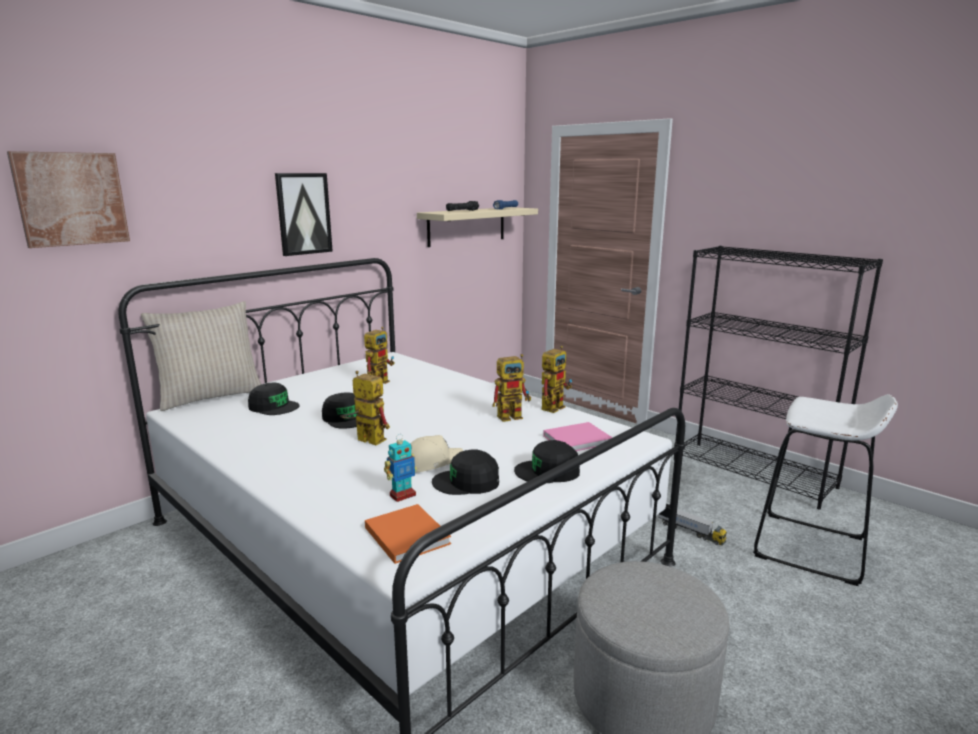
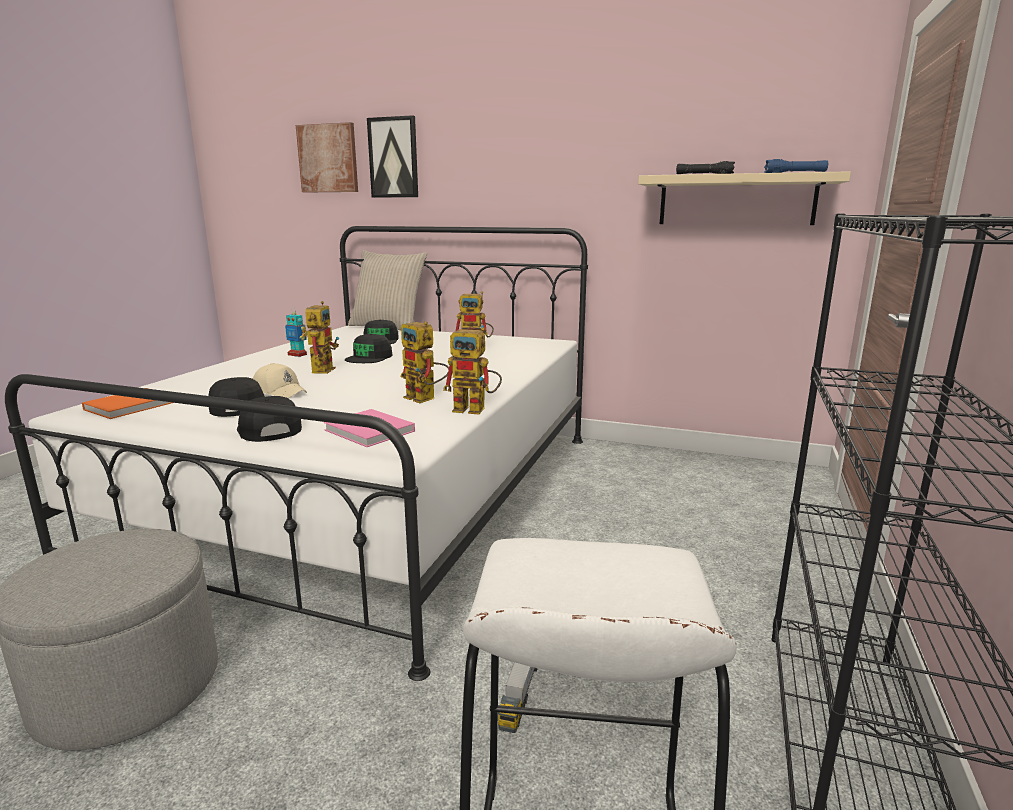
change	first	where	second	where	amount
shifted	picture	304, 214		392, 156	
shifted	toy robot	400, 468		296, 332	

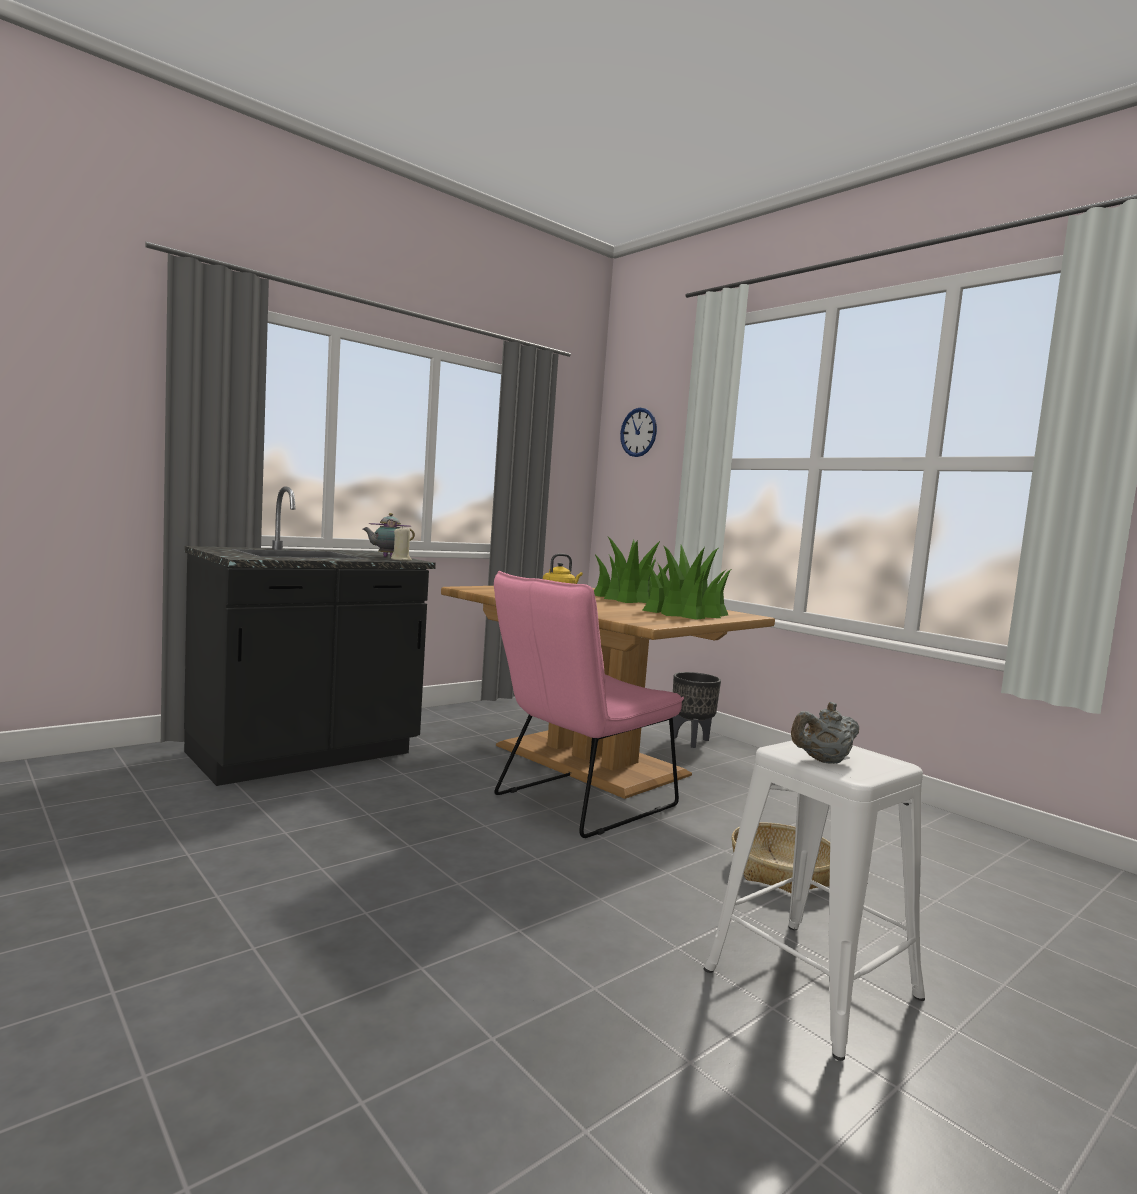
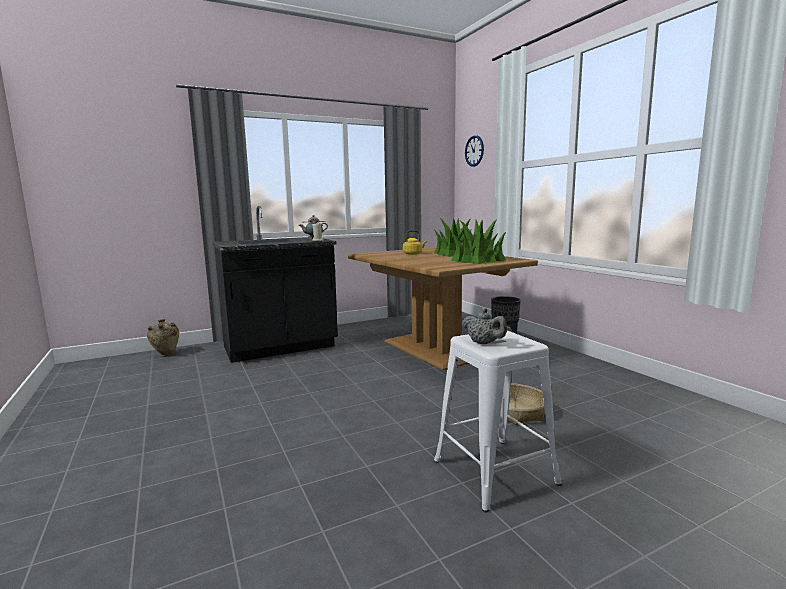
change	first	where	second	where	amount
gone	chair (pink)	589, 704			
rotated	teapot (grey)	825, 733		484, 326	120 degrees counterclockwise
new			vase (beige)	163, 338	

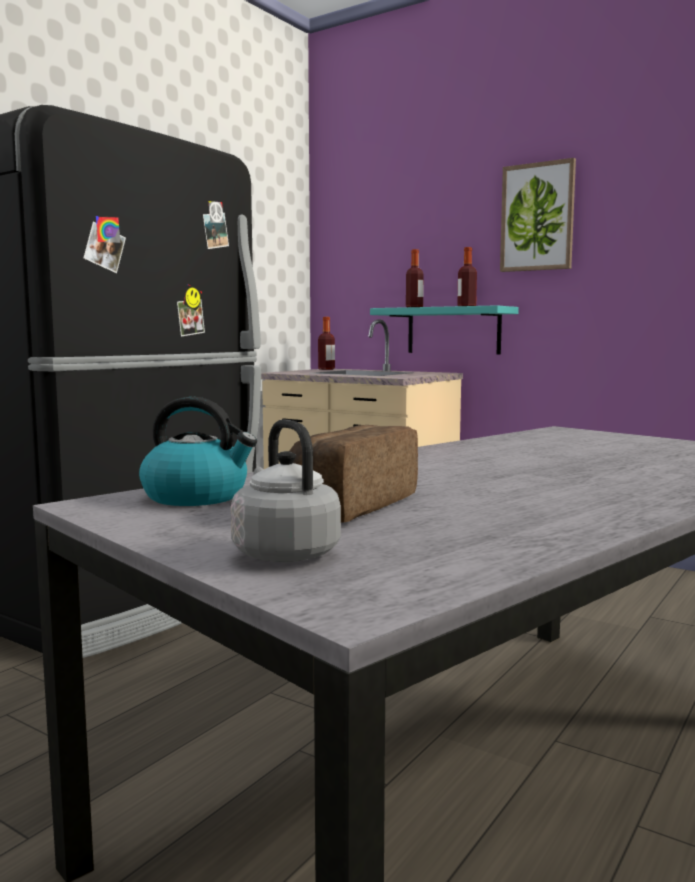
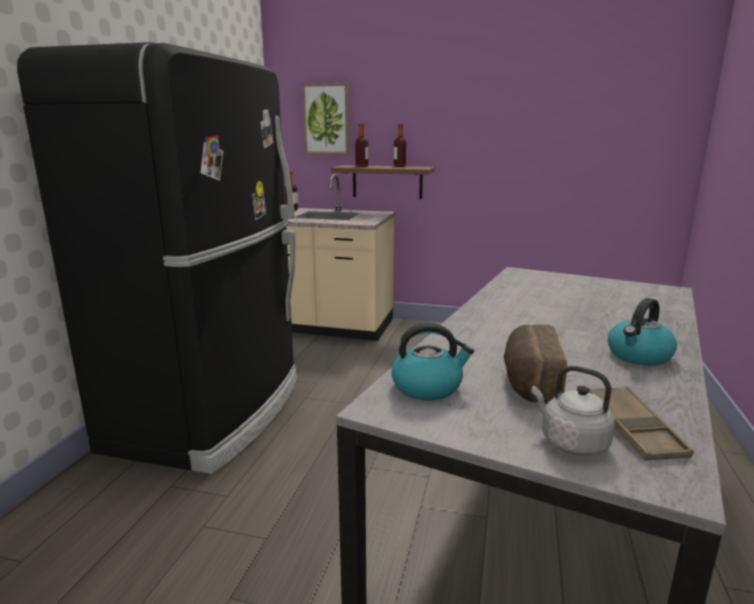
change	first	where	second	where	amount
repainted	shelf (turquoise)	444, 329	shelf (brown)	383, 182	
shifted	picture	538, 215		326, 119	
new			tray (brown)	641, 423	
new			kettle	642, 332	

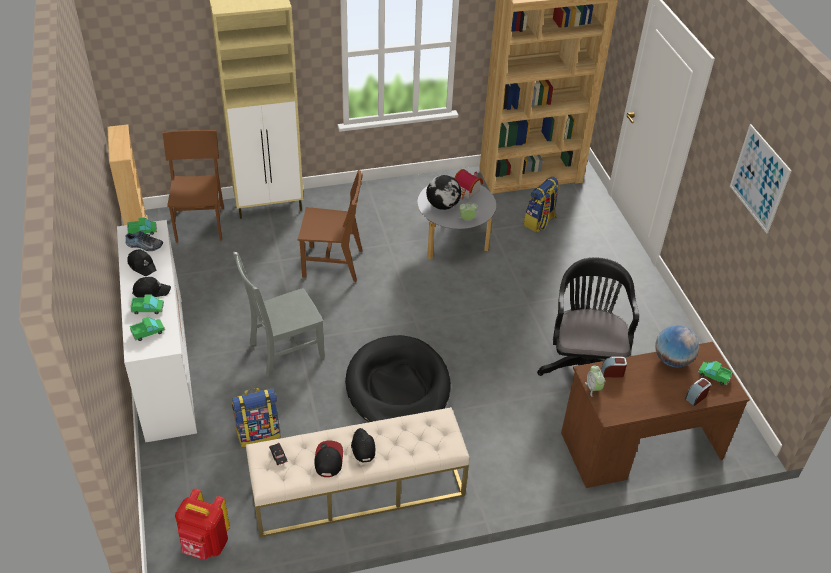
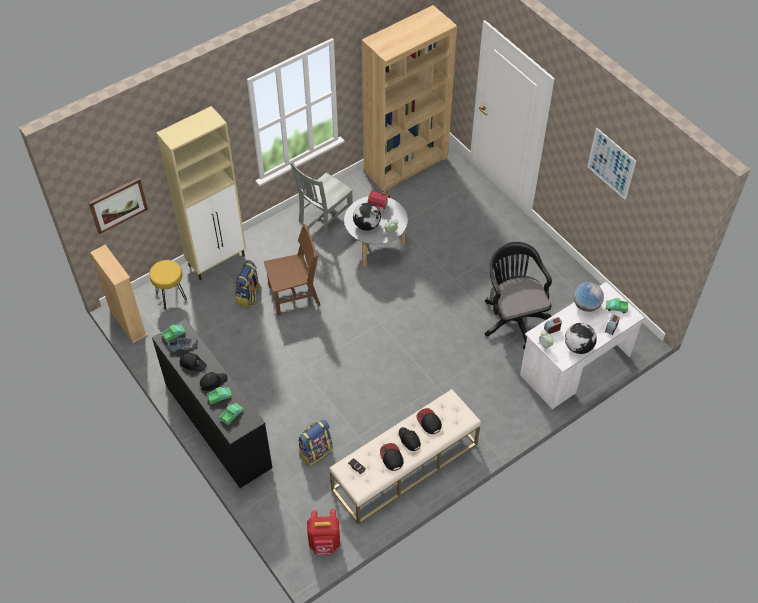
change	first	where	second	where	amount
repainted	dresser (white)	157, 331	dresser (black)	212, 403	
swapped	chair (brown)	193, 186	stool (yellow)	168, 285	
shifted	chair (grey)	279, 314		321, 200	
gone	dog bed (black)	398, 378			
shifted	backpack	541, 204		248, 283	
repainted	desk (brown)	655, 415	desk (white)	582, 345	
new			picture	118, 206	
new			cap	429, 421	
new			globe	581, 338	

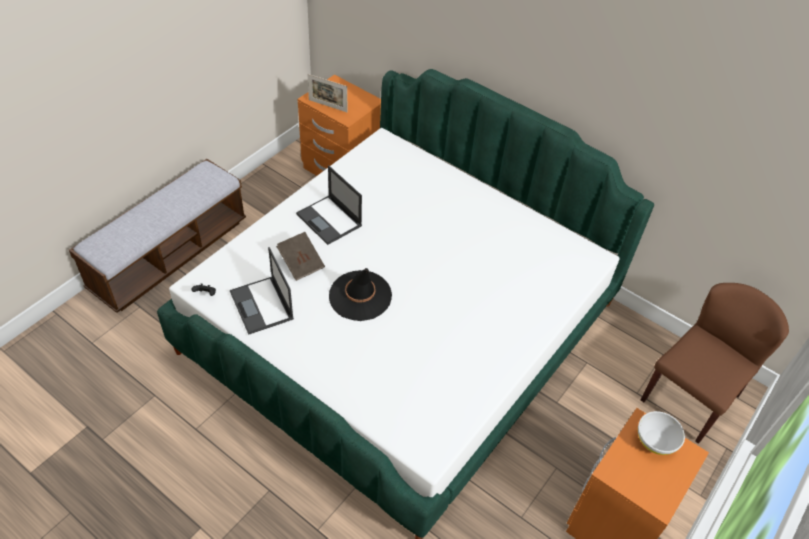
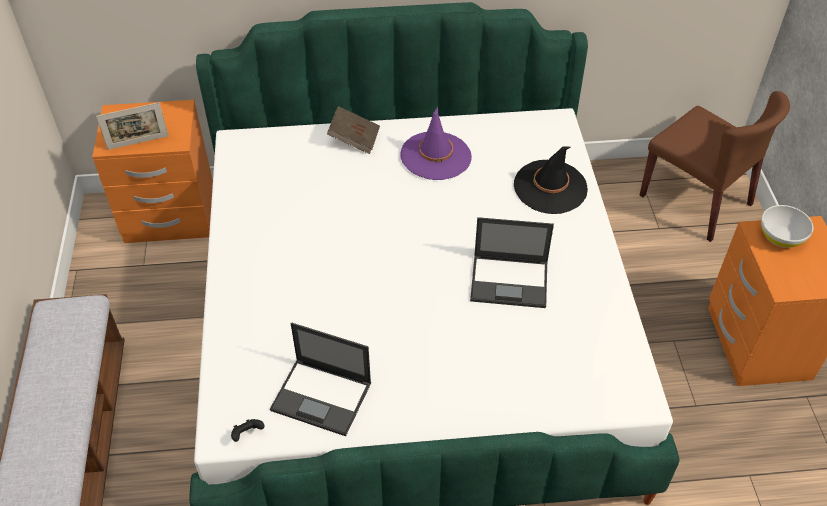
change	first	where	second	where	amount
shifted	book (brown)	300, 256		353, 130	
shifted	laptop	329, 205		512, 262	
shifted	hat (black)	360, 294		551, 180	
rotated	chair (brown)	715, 363		715, 166	135 degrees clockwise
new			hat (purple)	436, 143	

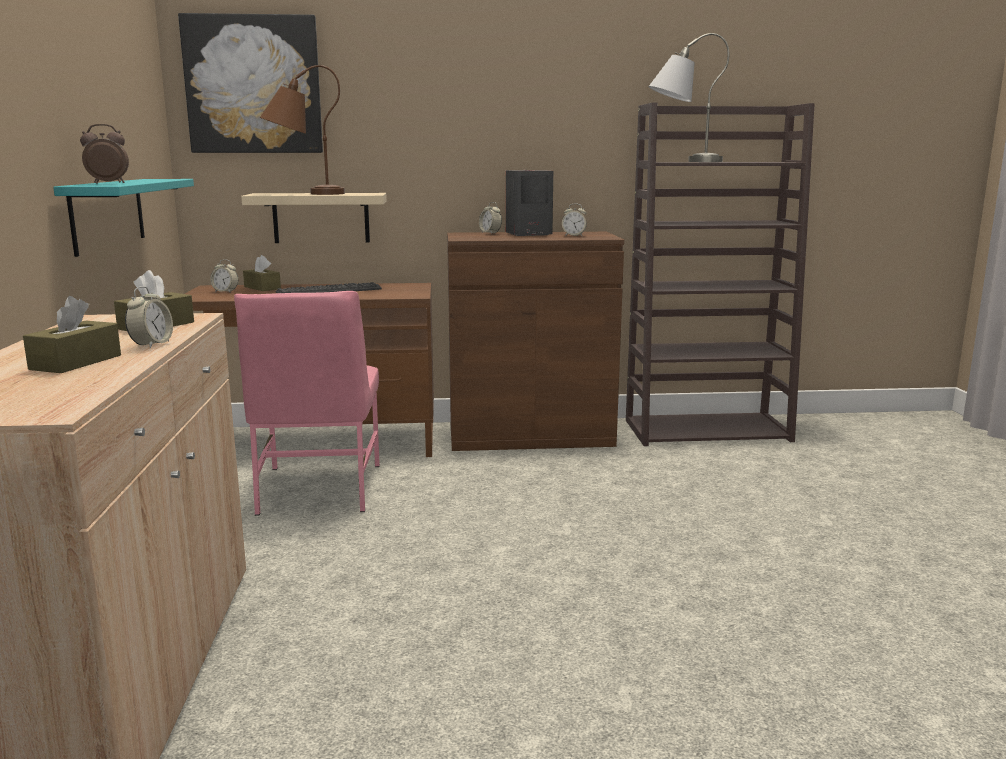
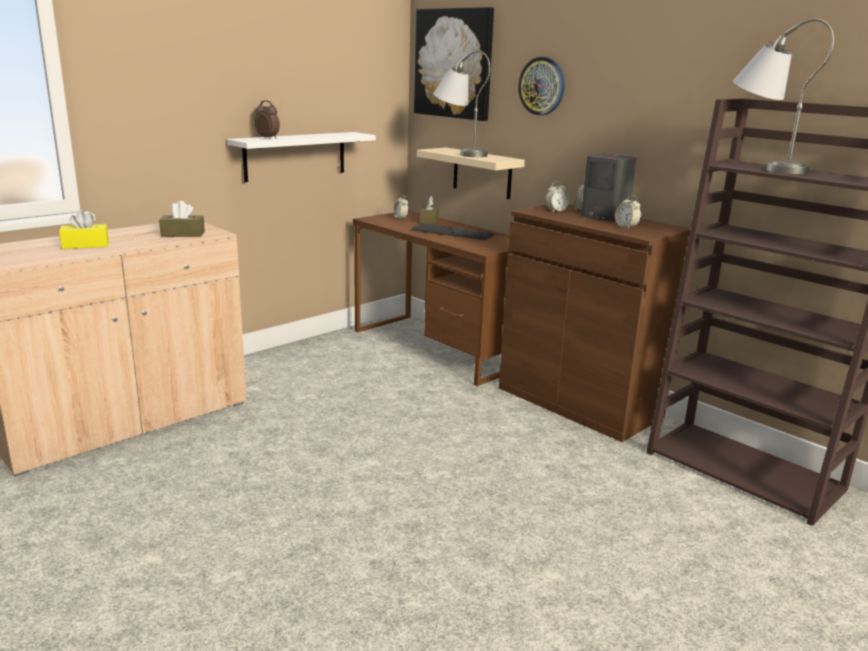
change	first	where	second	where	amount
repainted	tissue box (brown)	72, 334	tissue box (yellow)	84, 229	
repainted	shelf (turquoise)	123, 218	shelf (white)	301, 157	
shifted	alarm clock	149, 317		557, 196	
gone	chair (pink)	307, 403			
repainted	table lamp (brown)	302, 130	table lamp (grey)	461, 103	
new			wall clock	541, 86	

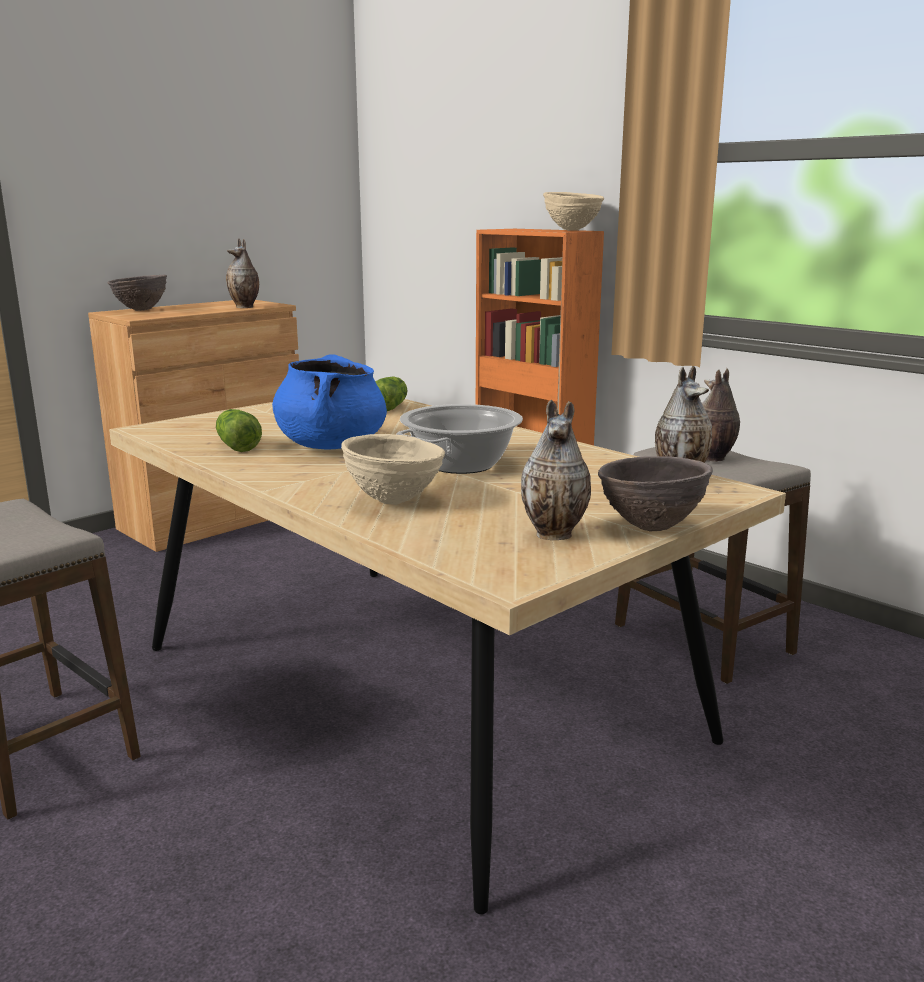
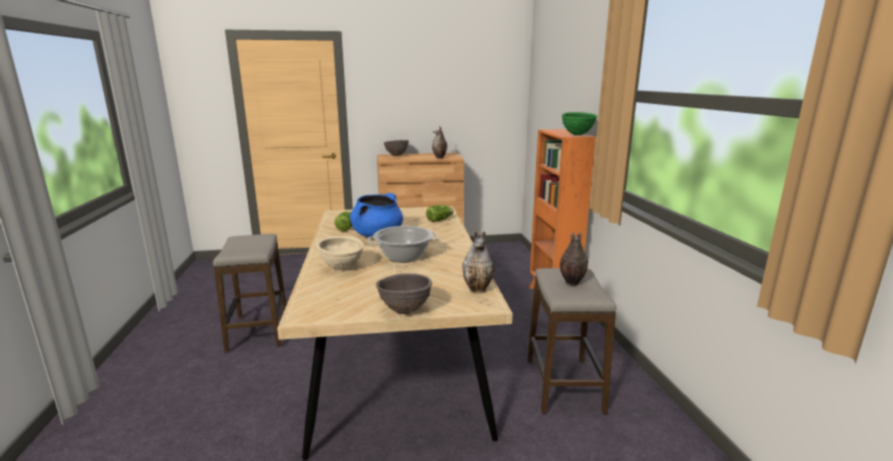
change	first	where	second	where	amount
gone	vase	556, 470			
repainted	bowl (beige)	573, 211	bowl (green)	579, 123	

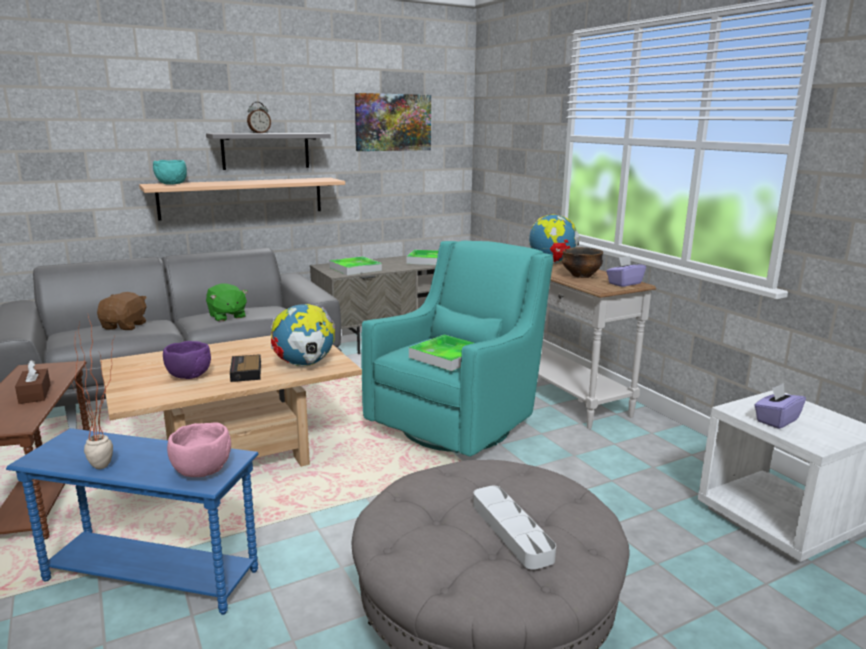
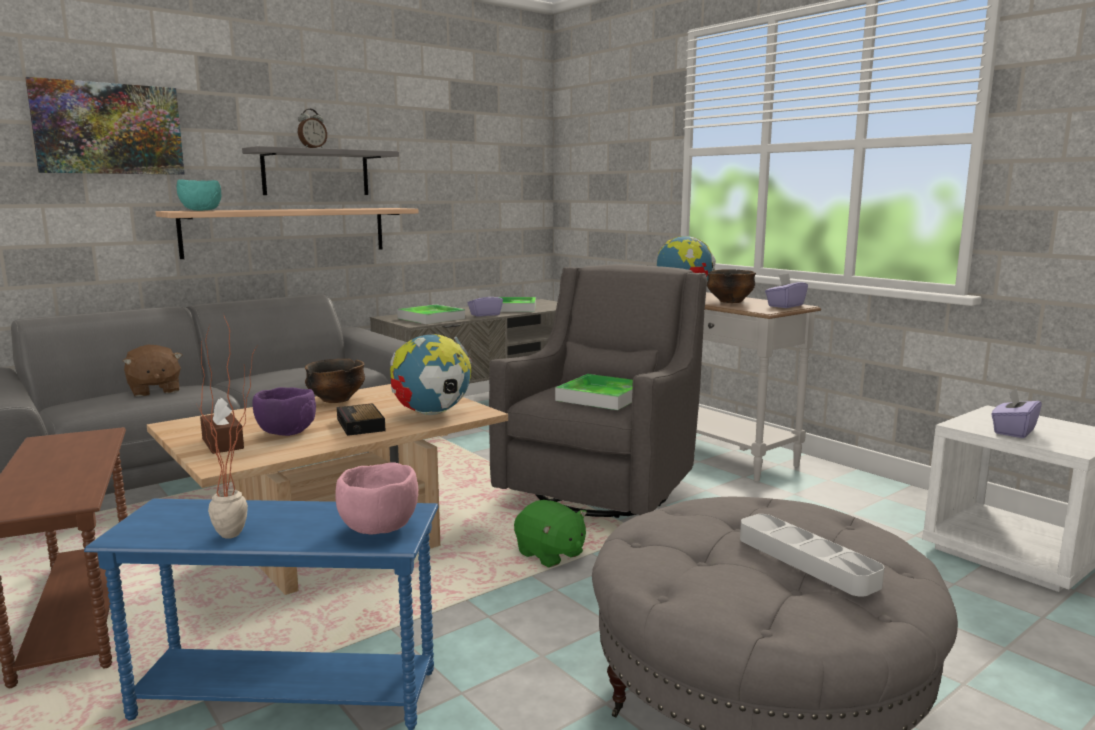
change	first	where	second	where	amount
shifted	tissue box (brown)	33, 382		222, 426	
rotated	plush toy (brown)	122, 311		152, 371	150 degrees clockwise
shifted	plush toy (green)	227, 302		550, 534	
shifted	picture	393, 122		105, 126	
repainted	armchair (turquoise)	457, 348	armchair (grey)	598, 391	
new			bowl	335, 381	
new			tissue box (purple)	485, 303	

